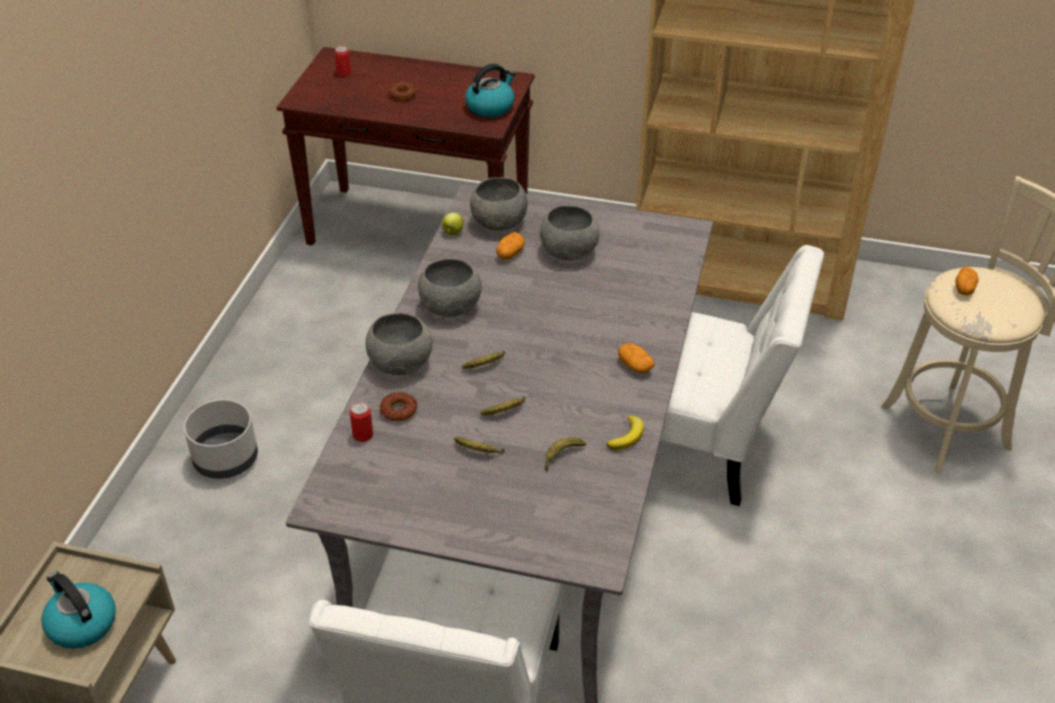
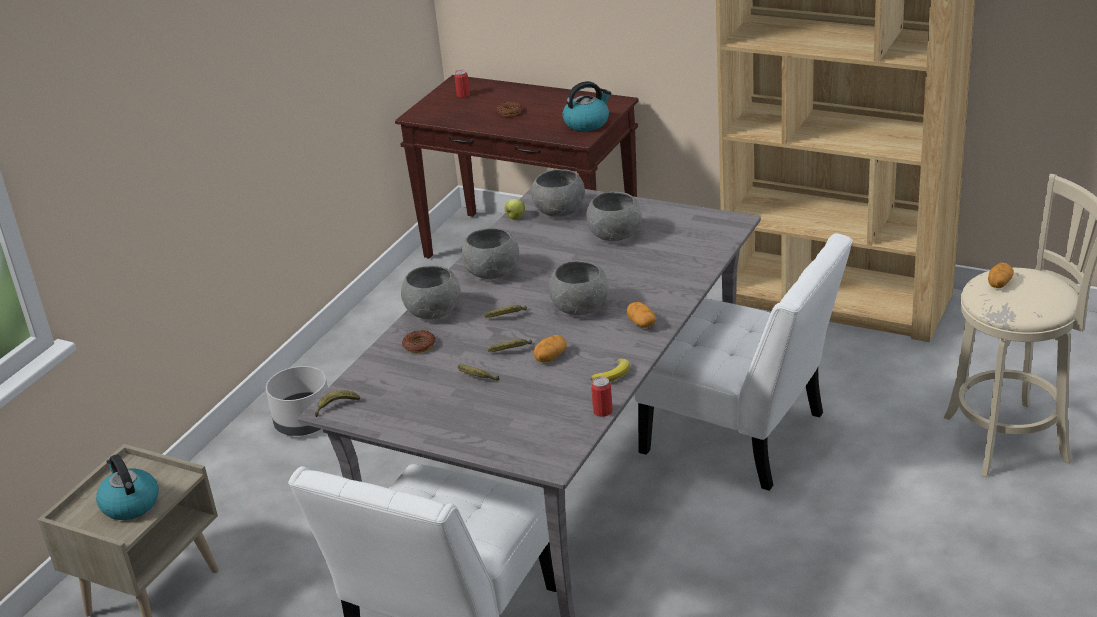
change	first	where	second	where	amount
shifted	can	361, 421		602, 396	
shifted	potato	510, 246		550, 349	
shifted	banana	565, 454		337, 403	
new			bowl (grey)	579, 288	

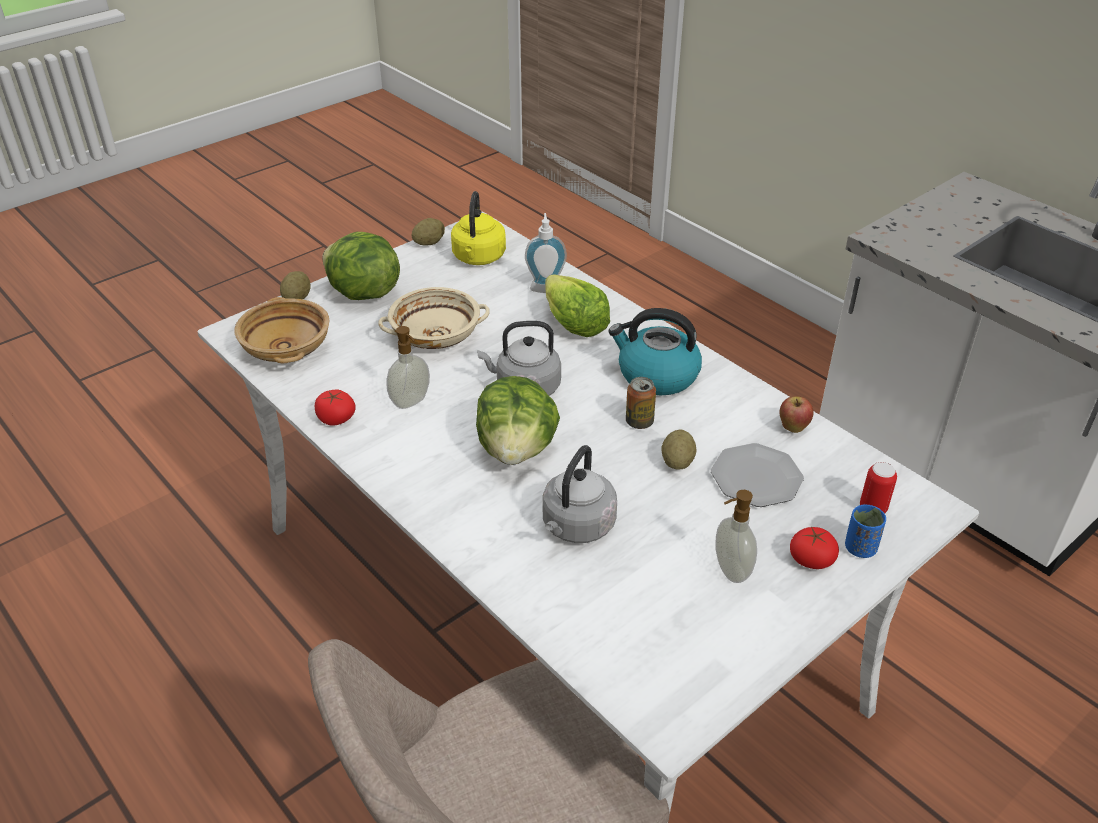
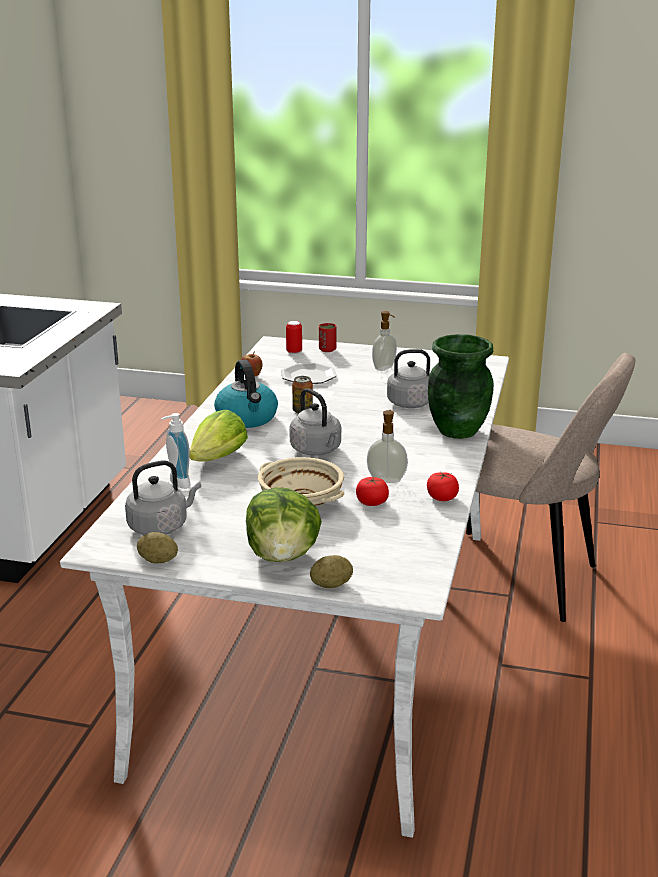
change	first	where	second	where	amount
gone	bowl (beige)	281, 330			
repainted	kettle (yellow)	478, 228	kettle (grey)	163, 497	
gone	lettuce	518, 420			
gone	potato	679, 449			
shifted	tomato	814, 548		372, 491	
repainted	cup (blue)	865, 531	cup (red)	328, 337	
new			vase (green)	460, 386	

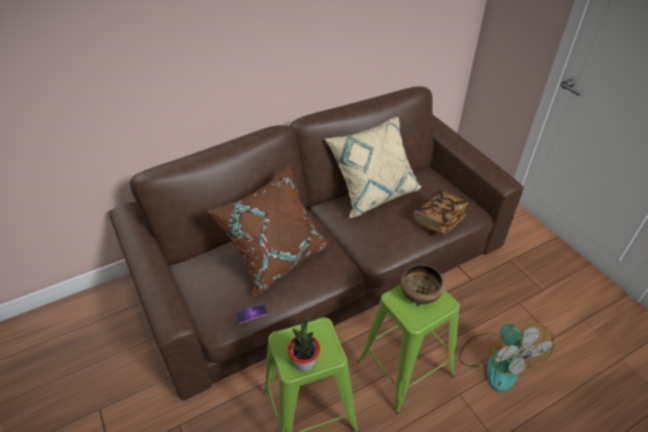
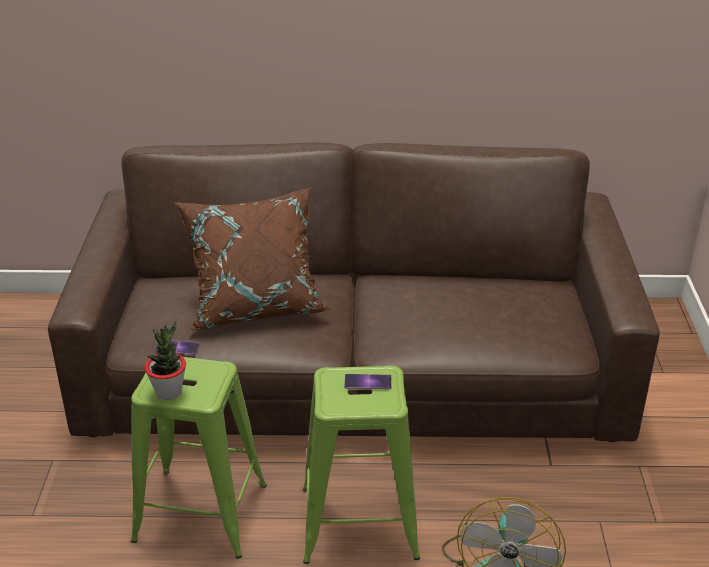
change	first	where	second	where	amount
gone	pillow (beige)	373, 167			
swapped	bowl	422, 284	phone	367, 381	
gone	book	440, 212			

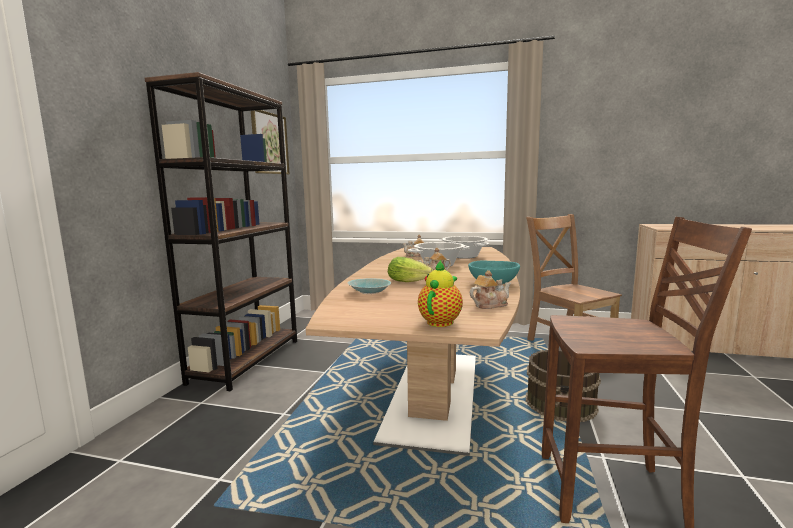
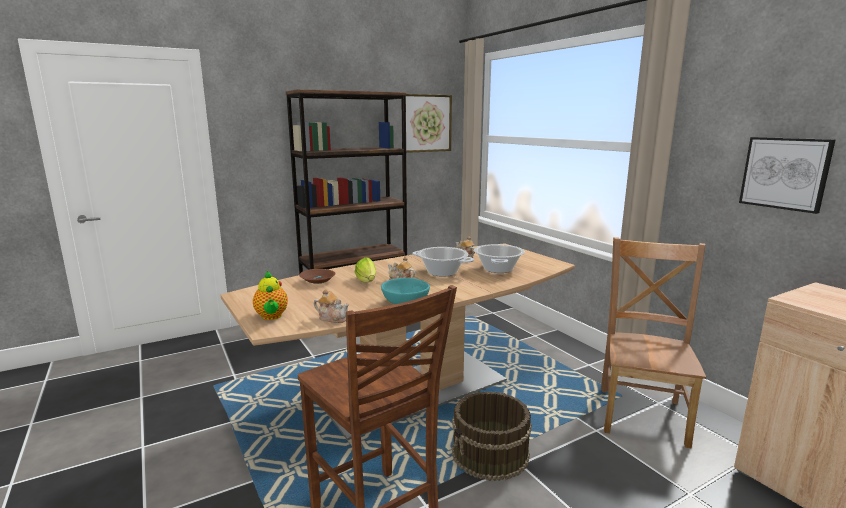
change	first	where	second	where	amount
repainted	bowl (turquoise)	369, 286	bowl (brown)	317, 276	
rotated	teapot	440, 293		270, 295	90 degrees clockwise
new			picture	787, 175	

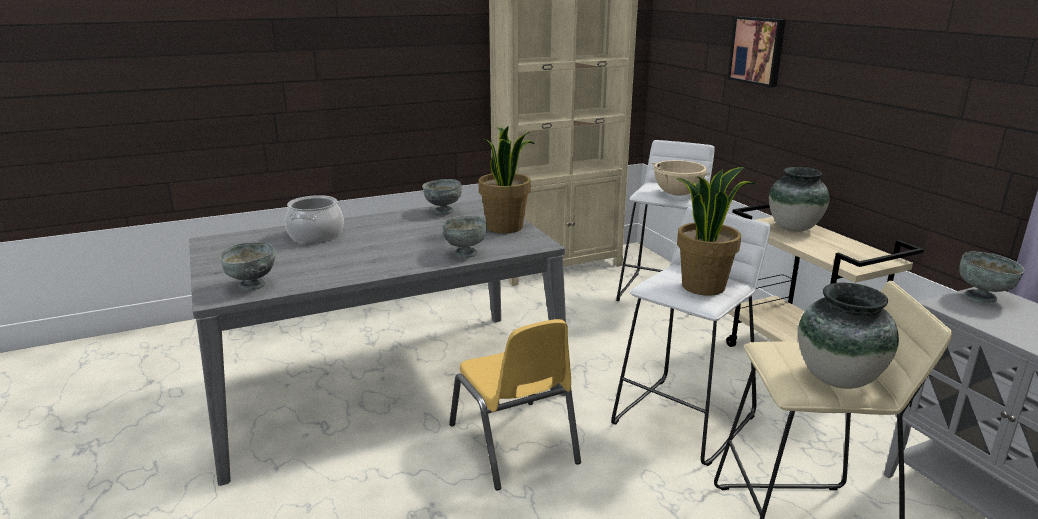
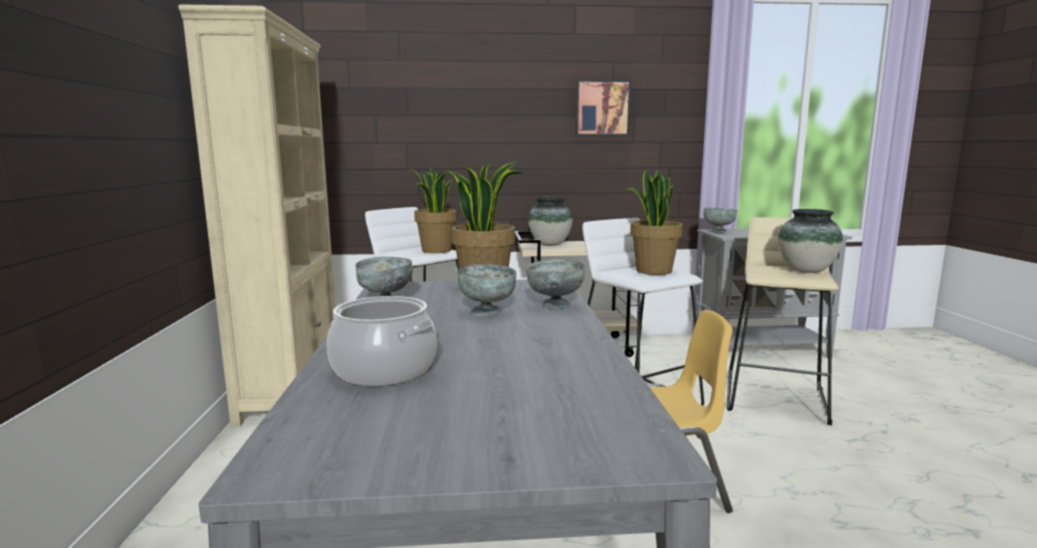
change	first	where	second	where	amount
shifted	bowl (grey)	247, 266		487, 290	
swapped	cooking pot (beige)	681, 178	potted plant	433, 209	
shifted	picture	757, 51		603, 107	

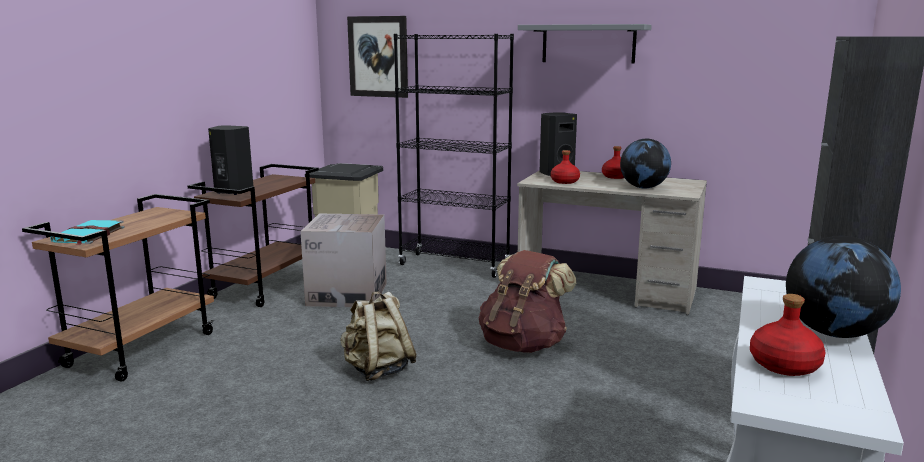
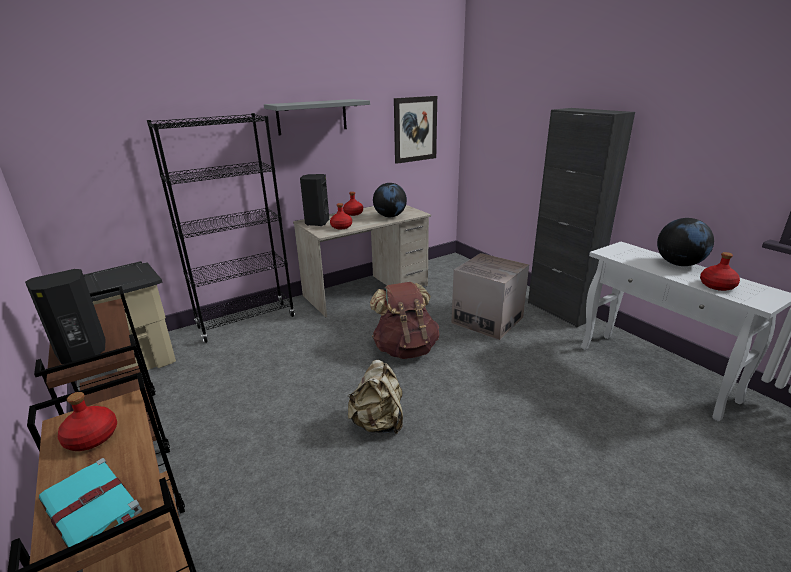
change	first	where	second	where	amount
shifted	cardboard box	343, 260		490, 296	
shifted	picture	377, 57		415, 130	
new			bottle (red)	87, 421	

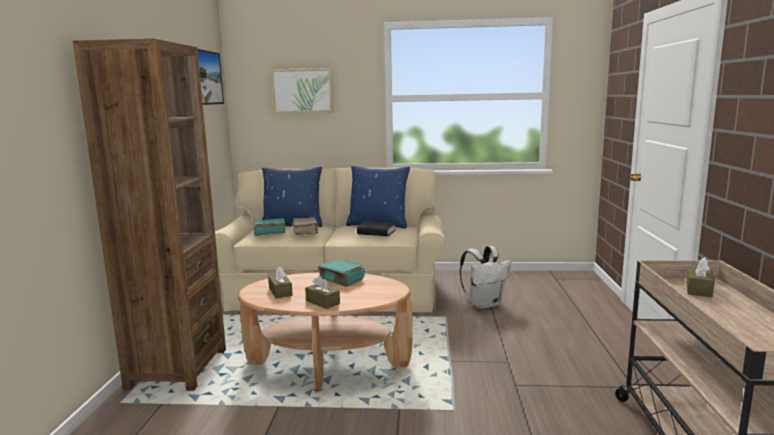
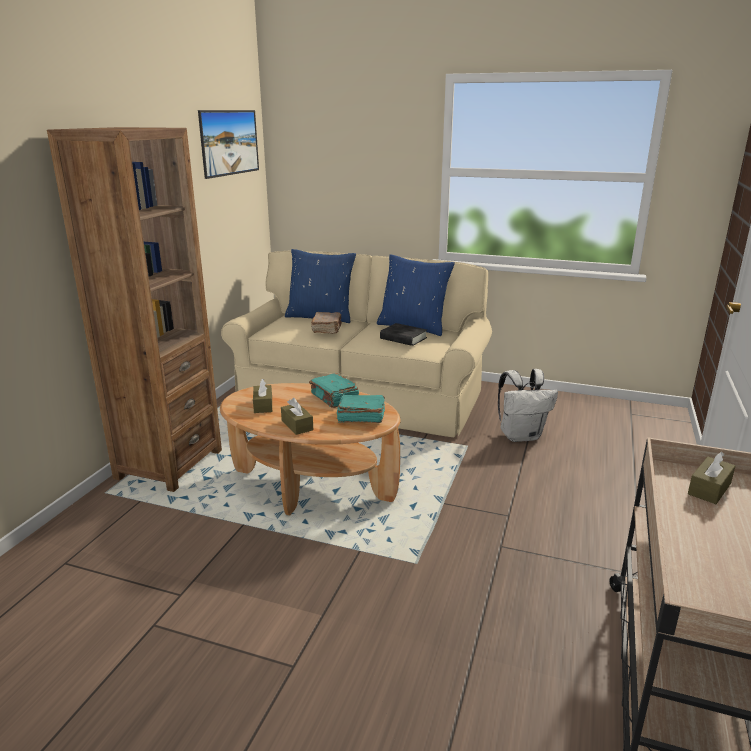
change	first	where	second	where	amount
shifted	book (turquoise)	270, 227		361, 409	
gone	picture	302, 91			

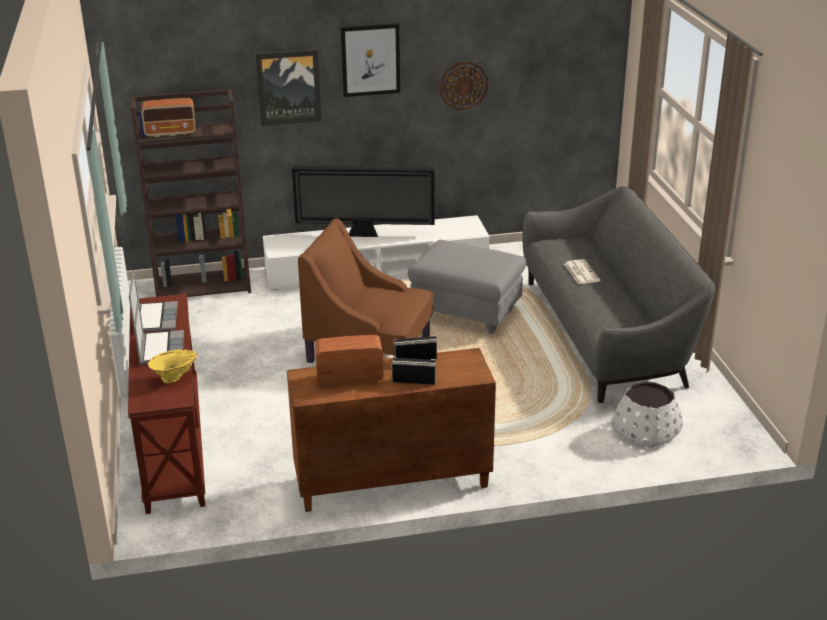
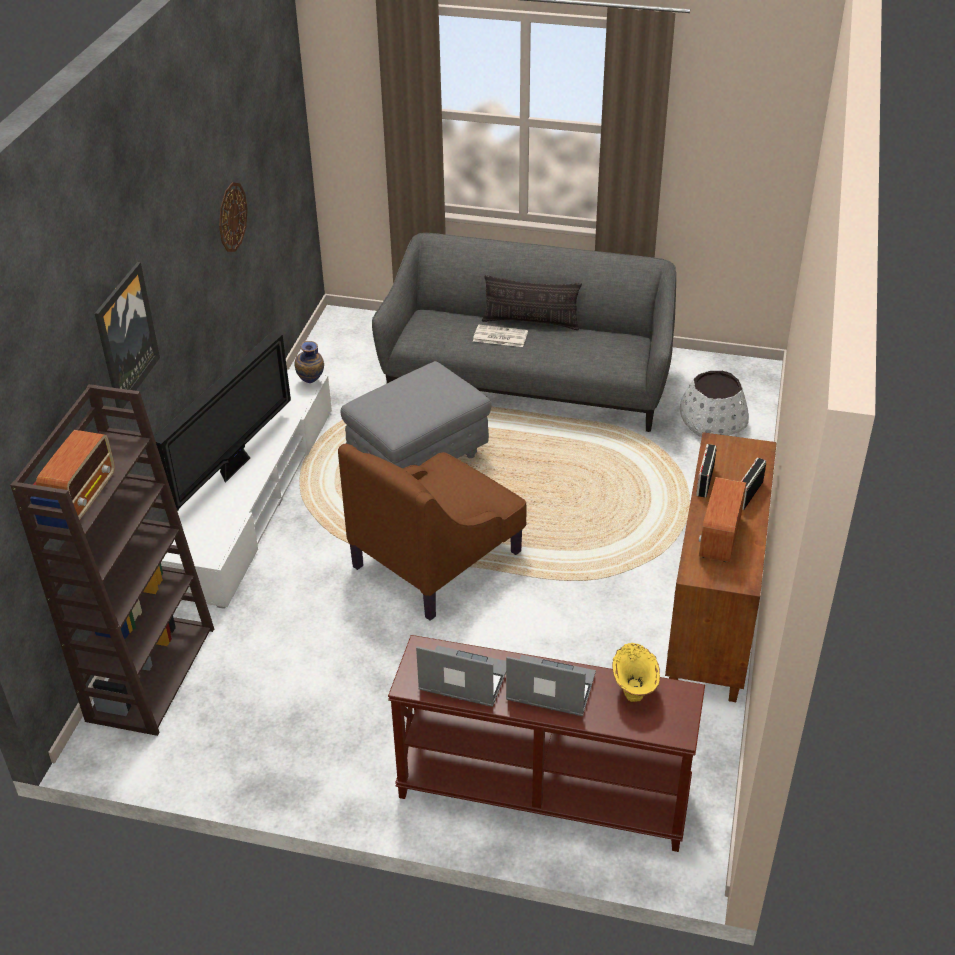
change	first	where	second	where	amount
gone	picture	370, 60			
new			vase	309, 362	
new			pillow	532, 302	

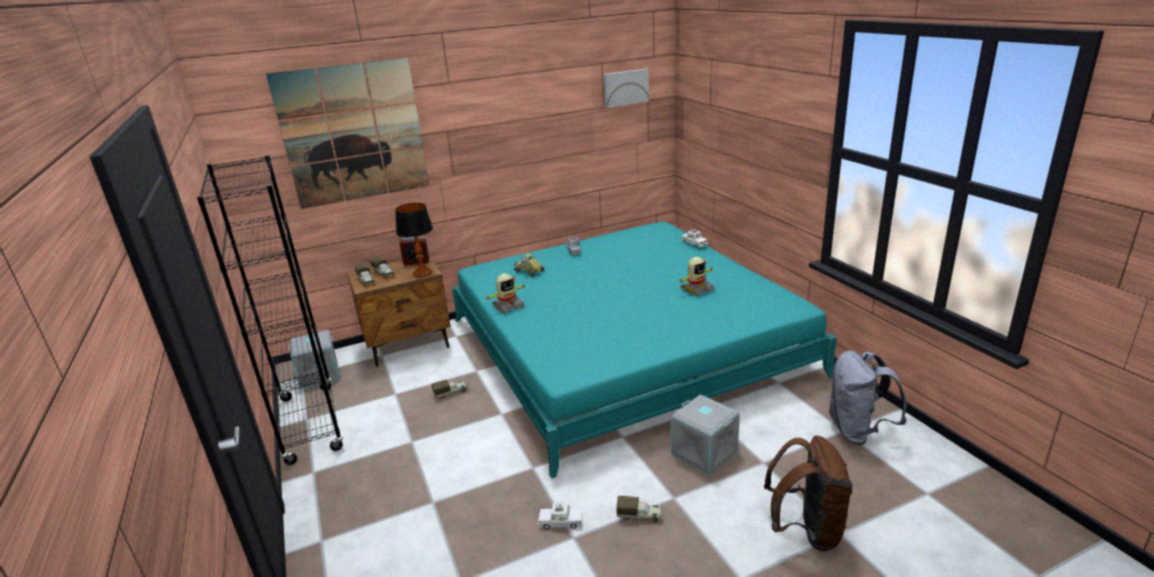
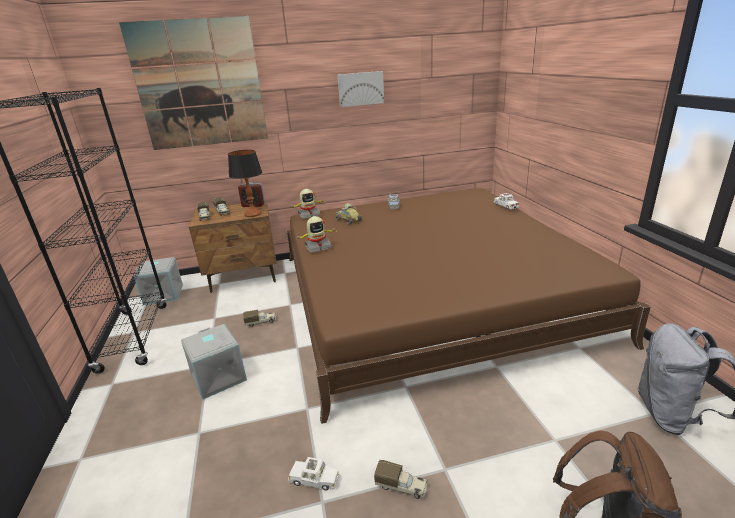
change	first	where	second	where	amount
repainted	bed (turquoise)	644, 350	bed (brown)	469, 306	
shifted	picture	626, 88		360, 89	
shifted	storage box (grey)	705, 435		214, 361	
shifted	toy robot	697, 276		308, 204	

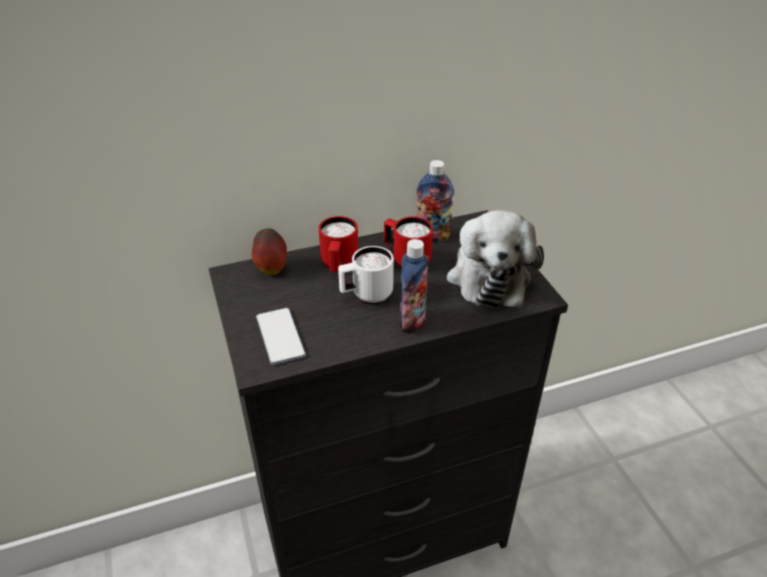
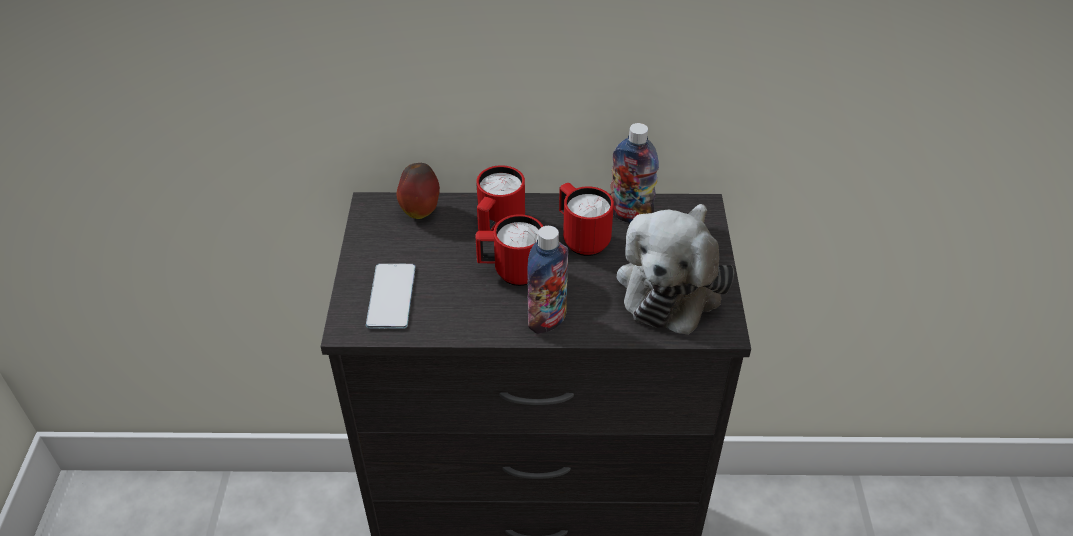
change	first	where	second	where	amount
repainted	mug (white)	366, 275	mug (red)	509, 250	

